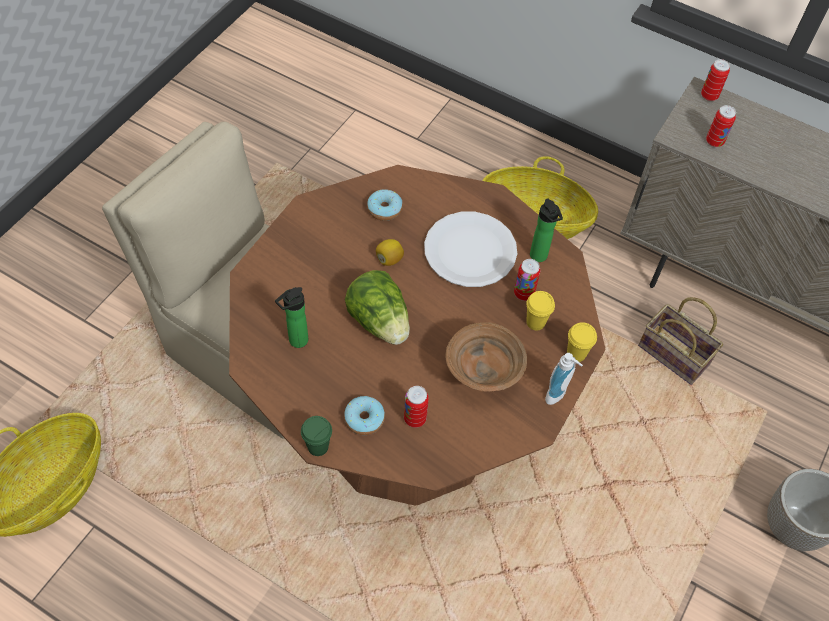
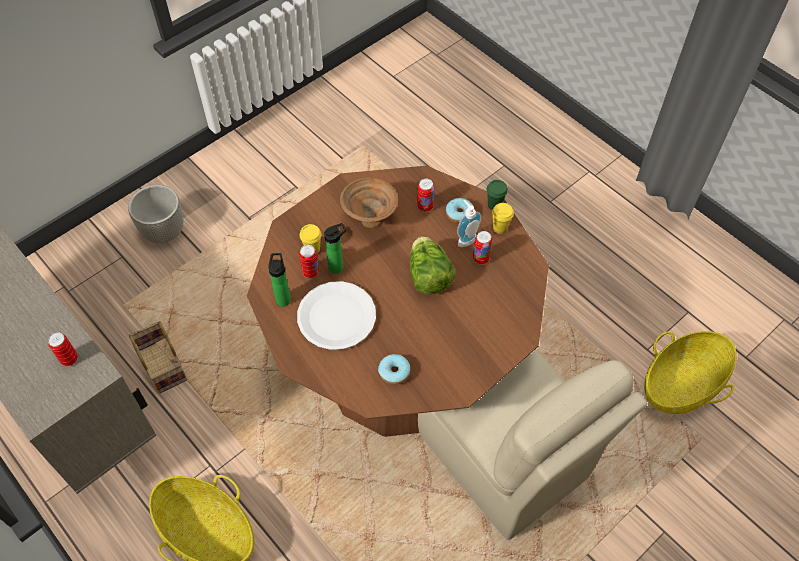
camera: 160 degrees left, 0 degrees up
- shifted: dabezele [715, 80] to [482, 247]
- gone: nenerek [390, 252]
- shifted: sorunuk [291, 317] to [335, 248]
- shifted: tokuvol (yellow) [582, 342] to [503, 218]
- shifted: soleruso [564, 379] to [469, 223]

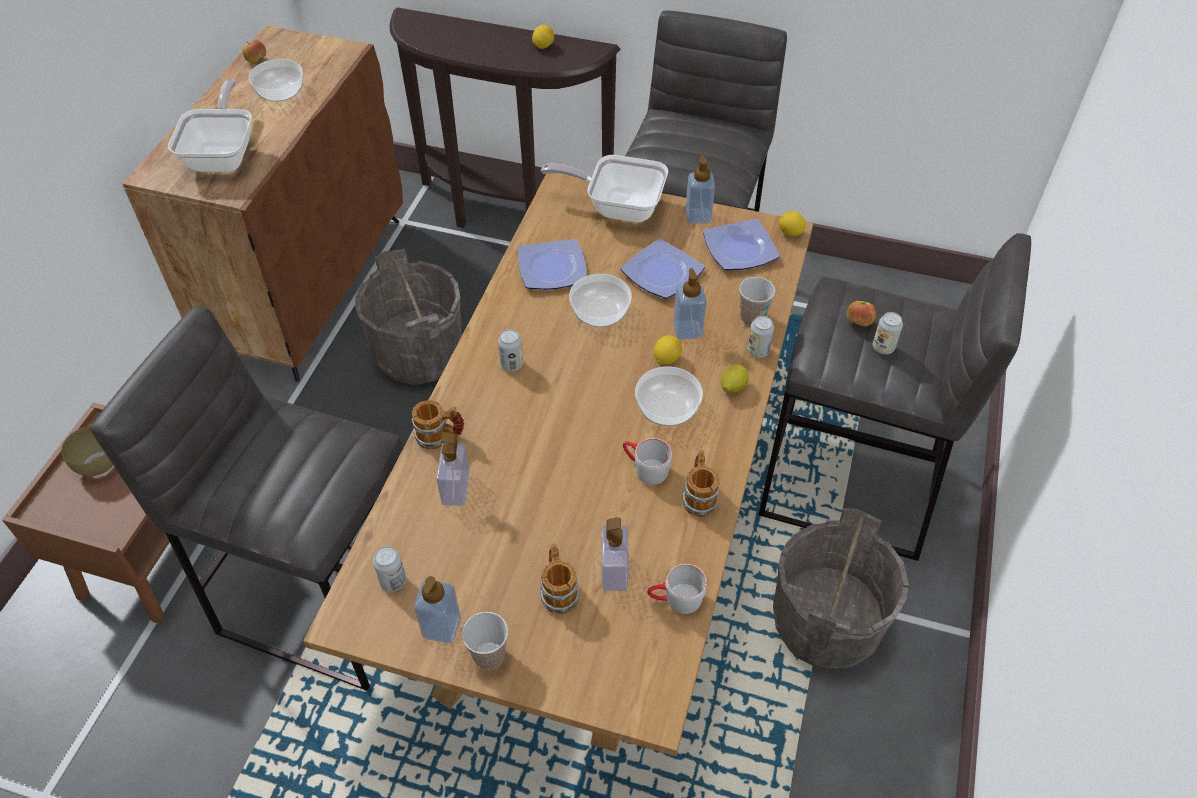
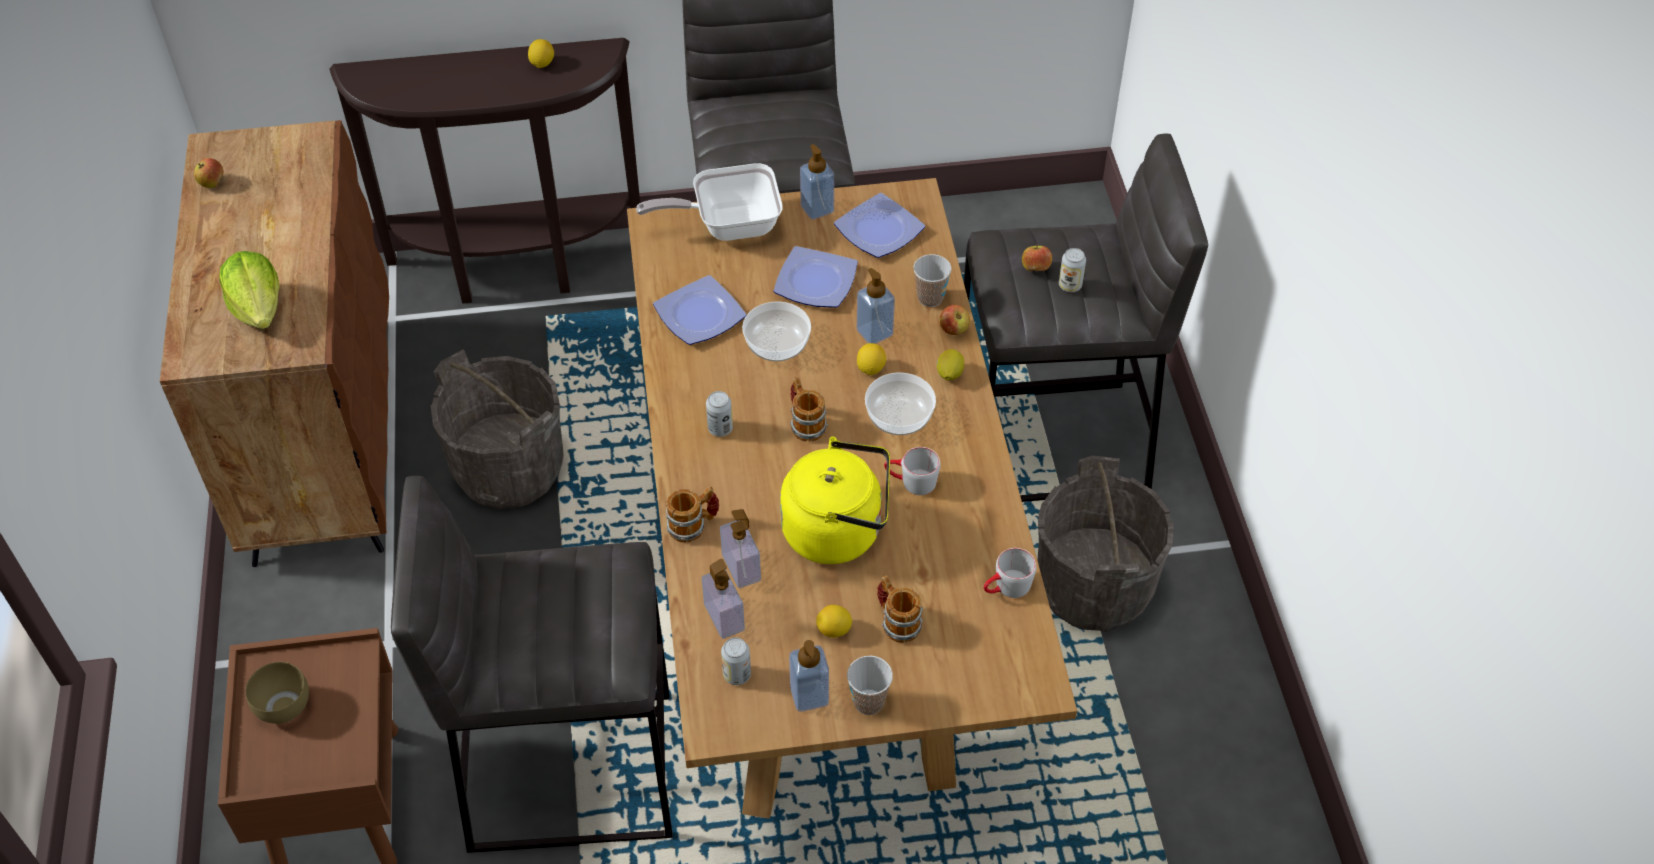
camera: 25 degrees left, 0 degrees up
- gone: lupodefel [276, 80]
- swapped: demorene [210, 125] to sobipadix [249, 290]
- shifted: nenerek [792, 223] to [834, 621]
- swapped: dabezele [760, 337] to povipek [954, 320]
- shifted: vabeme [701, 483] to [809, 409]
- shifted: soleruso [615, 554] to [723, 599]
- new: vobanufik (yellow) [835, 500]

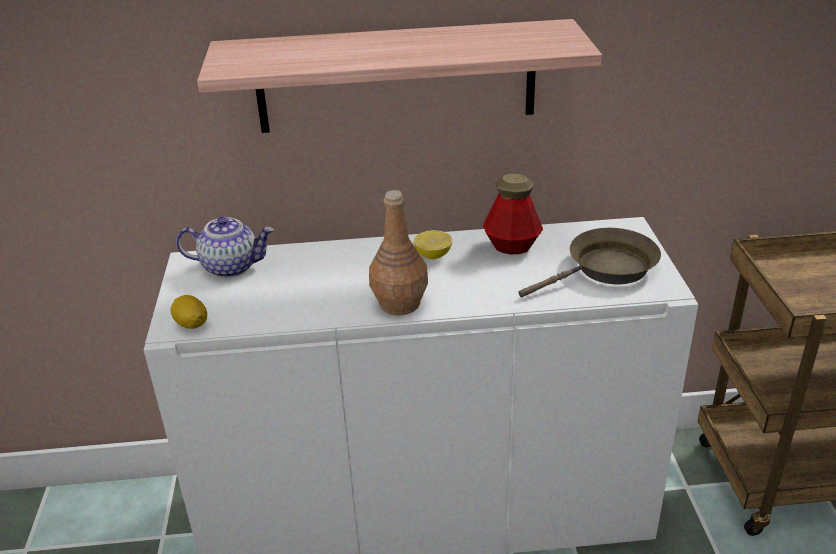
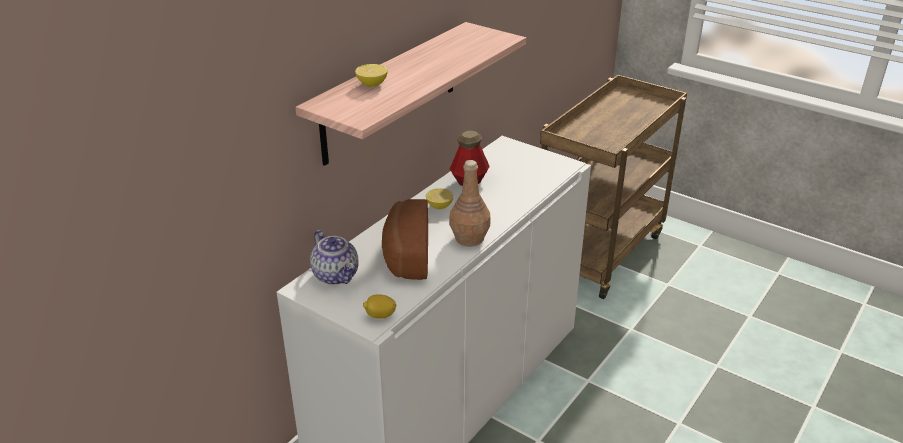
camera: 50 degrees left, 0 degrees up
- rotated: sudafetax [225, 247] = [334, 257] 105 degrees clockwise
- gone: demorene (brown) [590, 263]
- new: nenerek [371, 75]
- new: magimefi [405, 239]

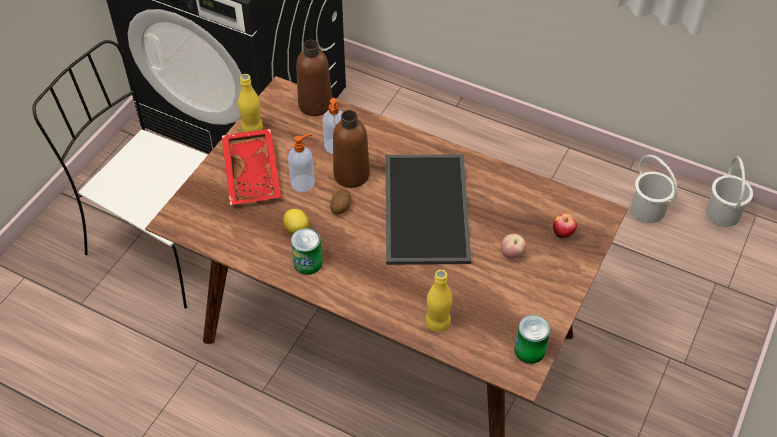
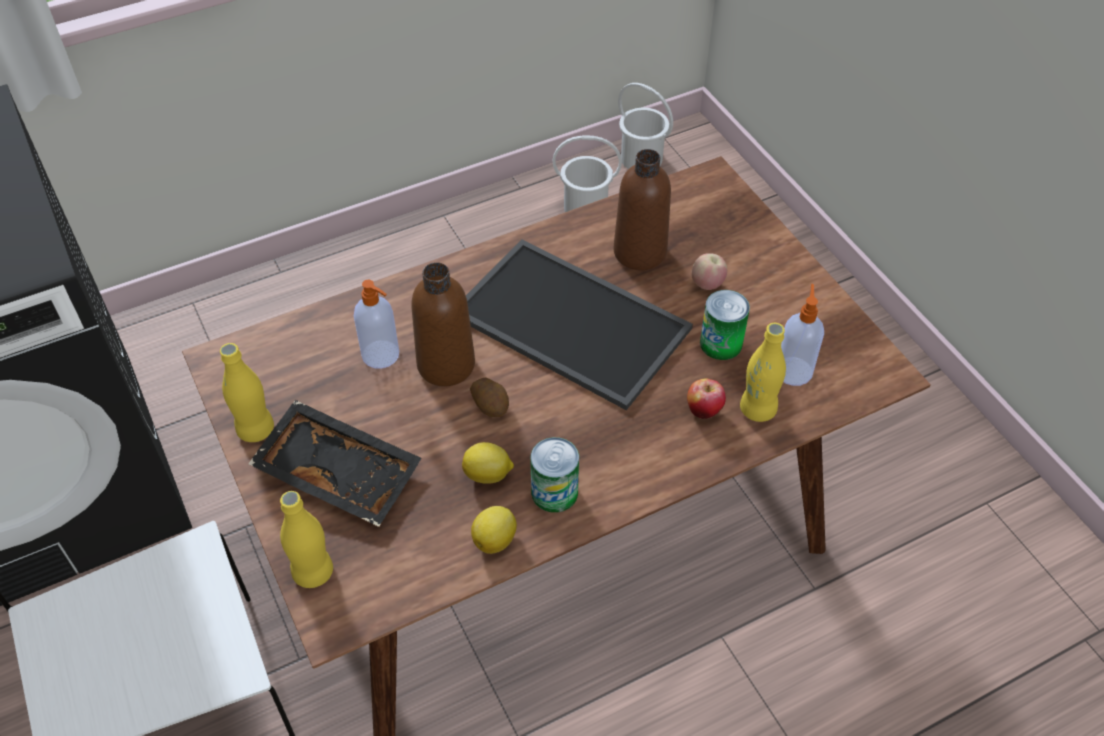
camera: 55 degrees left, 0 degrees up
- shifted: sorunuk (brown) [314, 78] to [642, 210]
- repainted: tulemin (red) [251, 167] to tulemin (black) [334, 463]
- shifted: soleruso [301, 163] to [802, 335]
- shifted: povipek [565, 225] to [706, 399]
- shifted: dabezele [532, 339] to [725, 325]
- new: sorunuk (yellow) [306, 539]
- new: nenerek [494, 530]

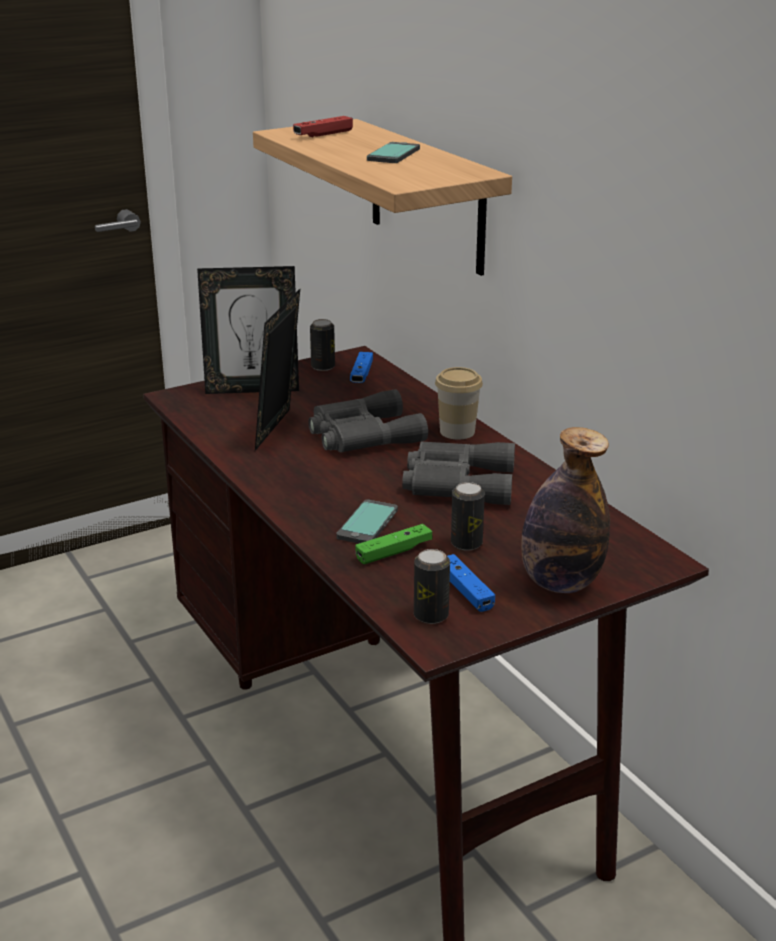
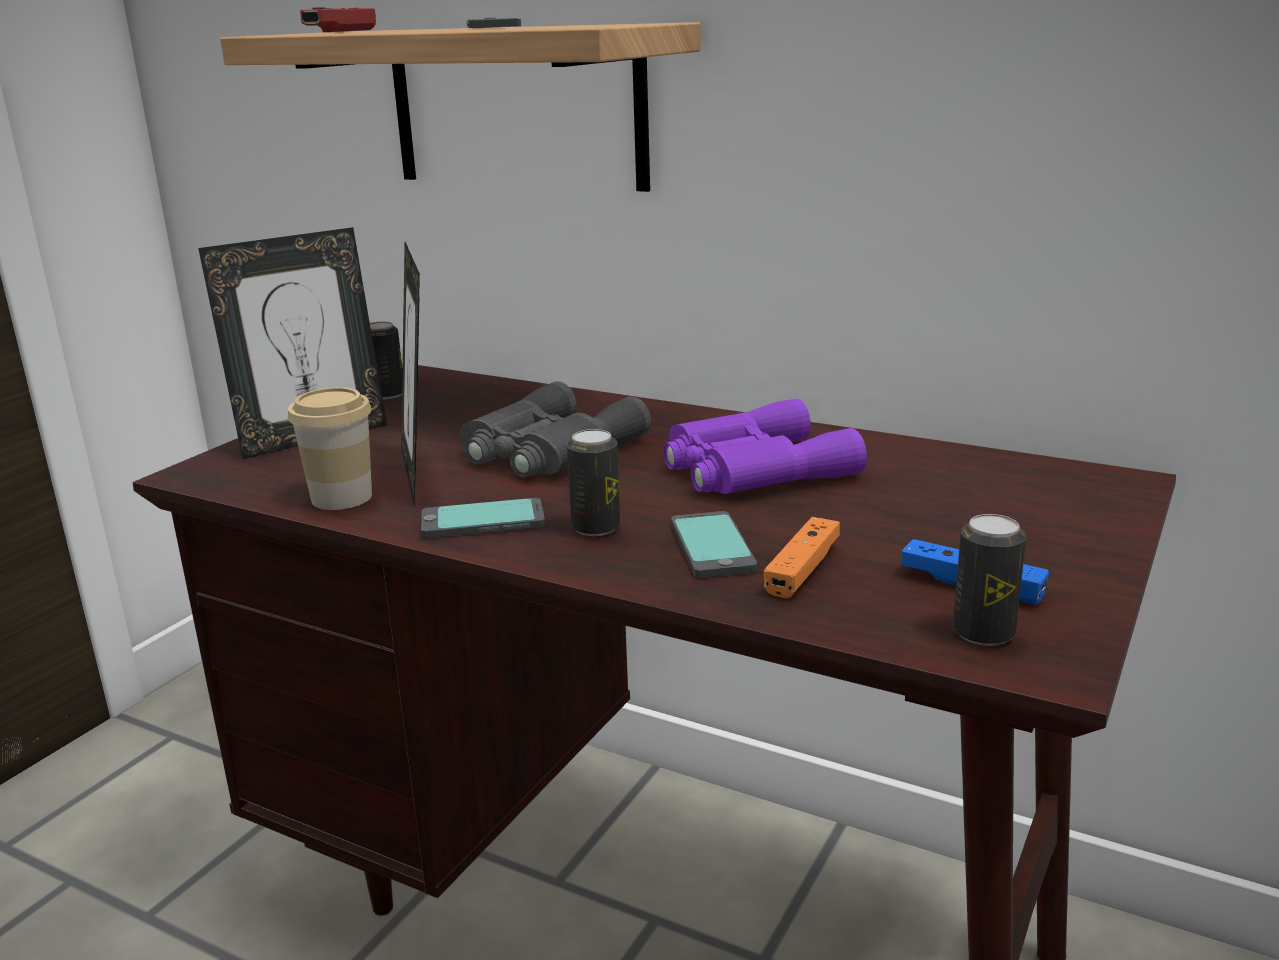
camera: 30 degrees left, 5 degrees down
- gone: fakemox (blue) [361, 367]
- shifted: tokuvol [459, 403] to [330, 448]
- gone: sorunuk [566, 510]
- repainted: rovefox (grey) [458, 473] to rovefox (purple) [765, 446]
- shifted: dabezele [468, 516] to [593, 482]
- repainted: fakemox (green) [393, 544] to fakemox (orange) [802, 557]
- new: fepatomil [483, 518]

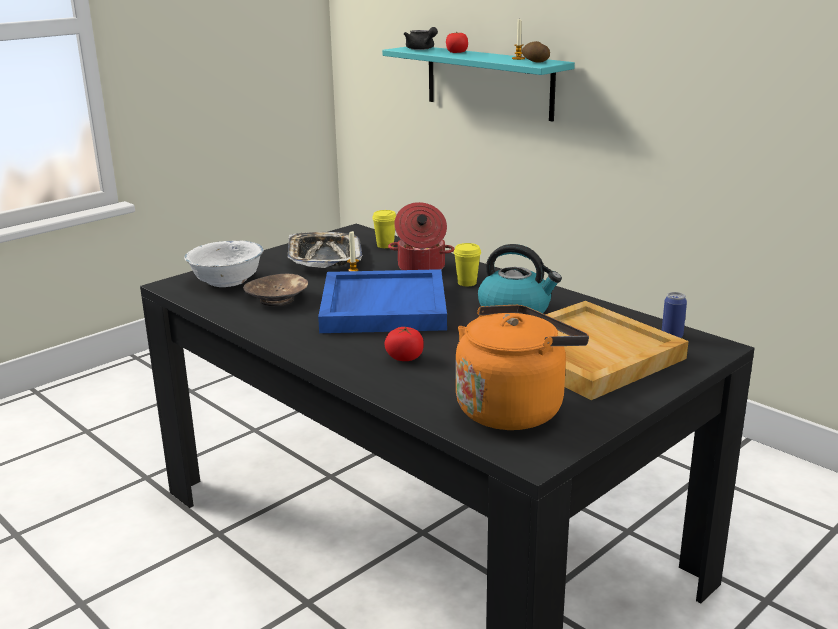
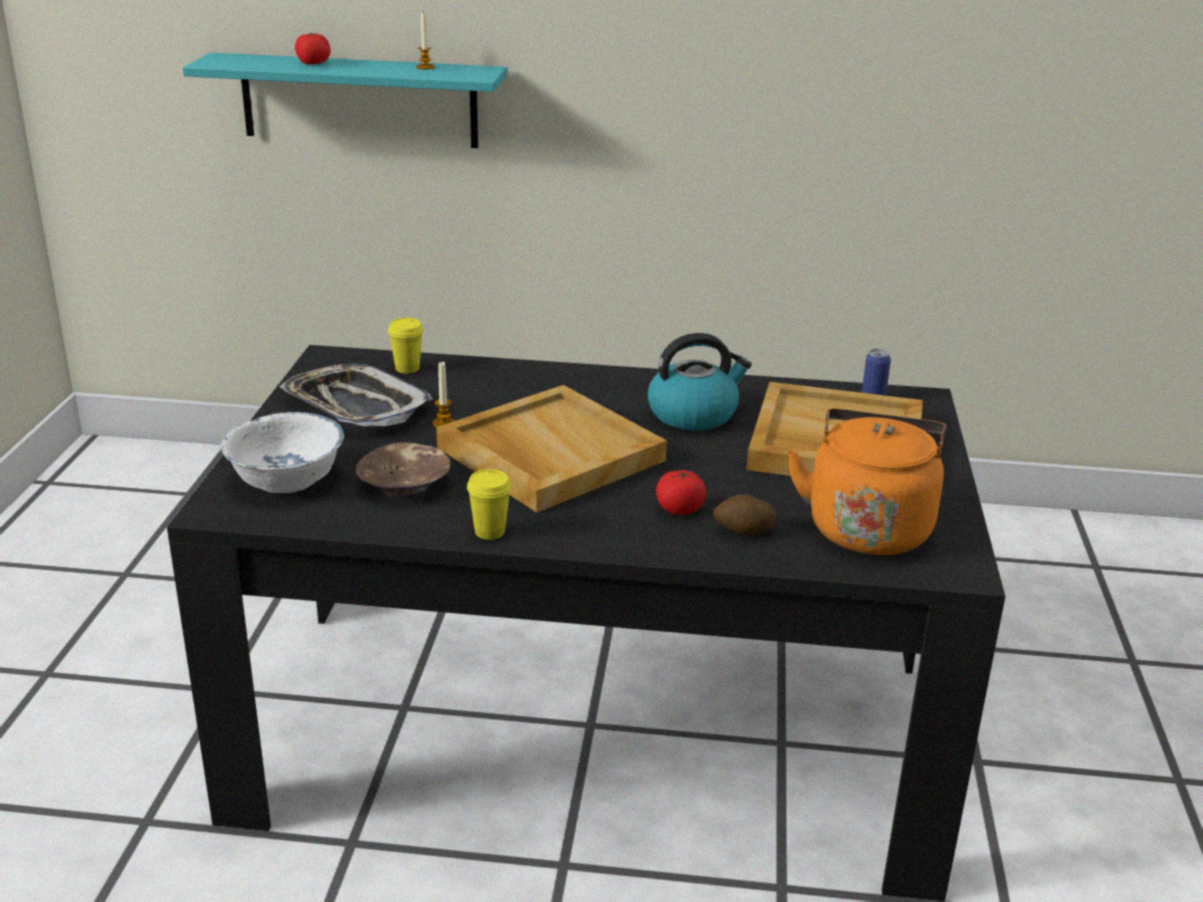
camera: 40 degrees left, 5 degrees up
- gone: sudafetax (black) [421, 38]
- shifted: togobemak [536, 52] to [744, 514]
- gone: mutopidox [421, 236]
- shifted: tokuvol (yellow) [467, 264] to [489, 504]
- repainted: tulemin (blue) [382, 301] to tulemin (beige) [551, 449]

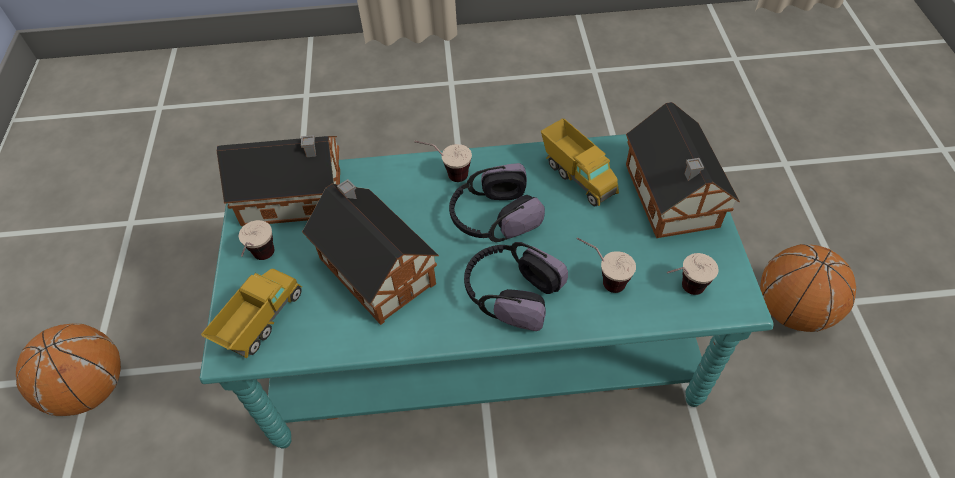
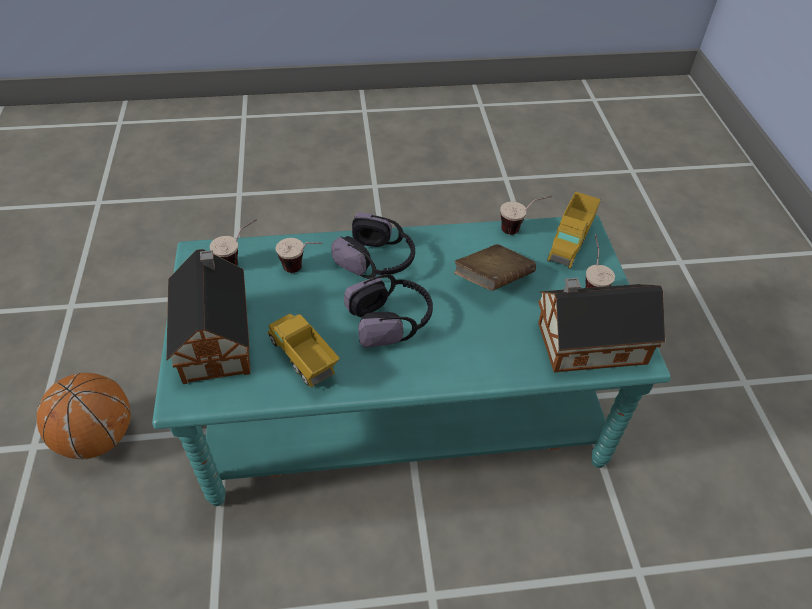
camera: 175 degrees right, 5 degrees down
- shifted: tokuvol [443, 161] to [526, 215]
- swapped: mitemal [370, 252] to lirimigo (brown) [495, 267]
- gone: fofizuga [68, 369]

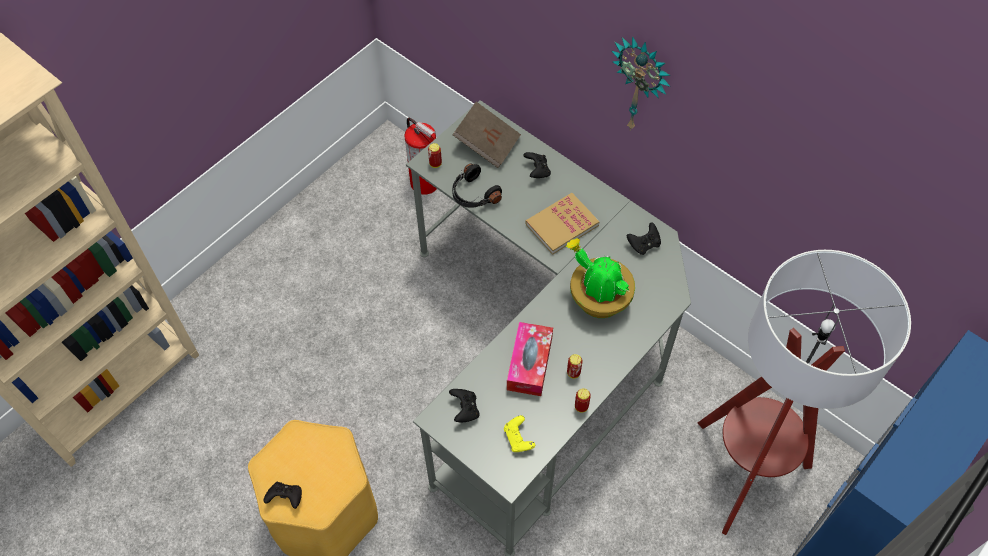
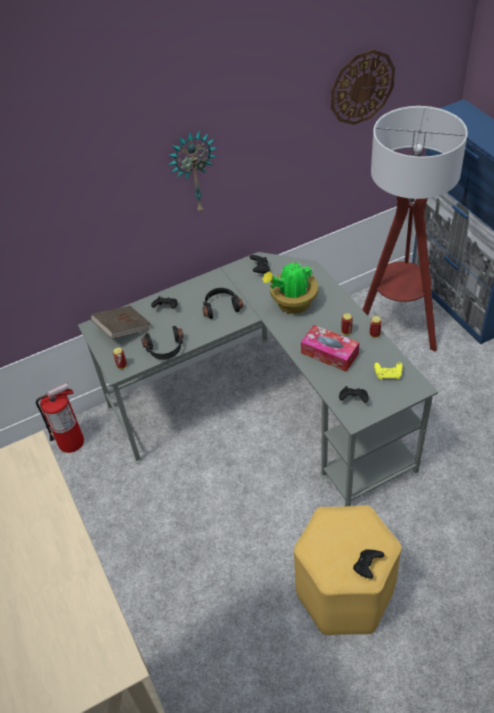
camera: 65 degrees left, 10 degrees down
- swapped: lirimigo [562, 224] to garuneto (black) [222, 303]
- new: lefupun [363, 87]

